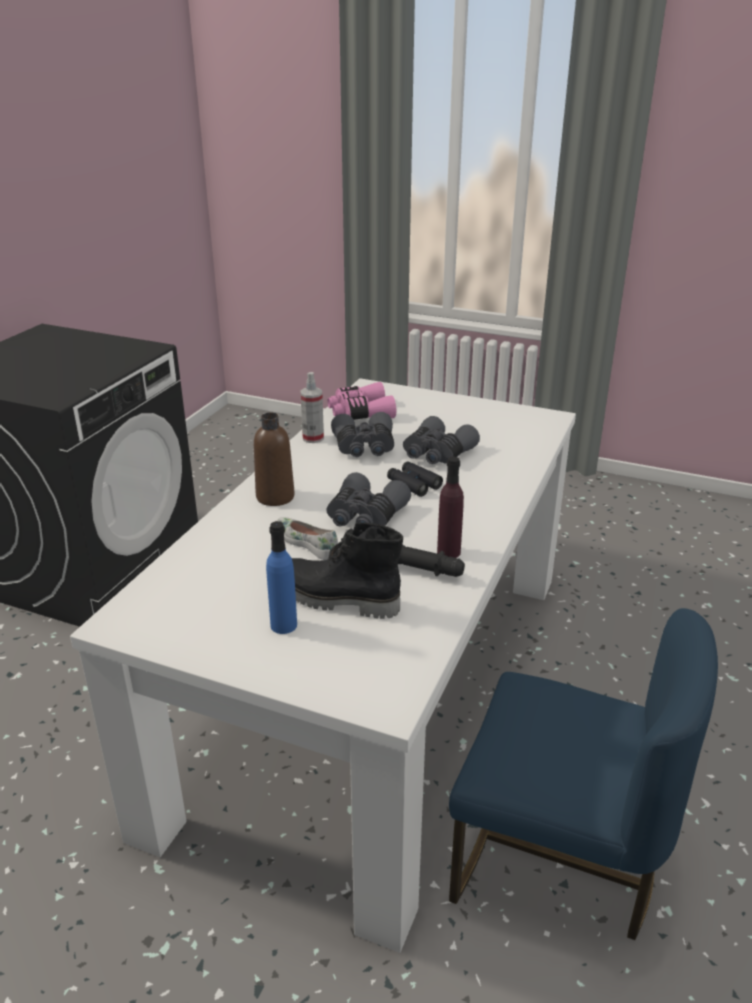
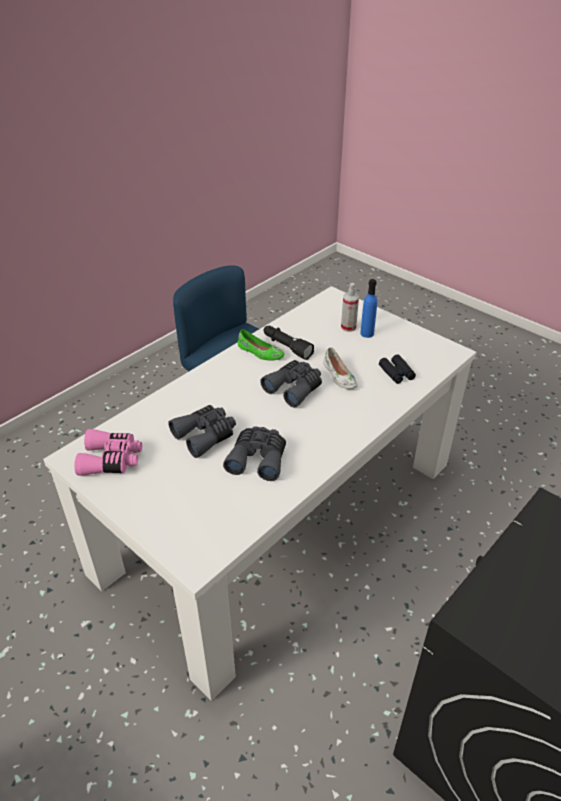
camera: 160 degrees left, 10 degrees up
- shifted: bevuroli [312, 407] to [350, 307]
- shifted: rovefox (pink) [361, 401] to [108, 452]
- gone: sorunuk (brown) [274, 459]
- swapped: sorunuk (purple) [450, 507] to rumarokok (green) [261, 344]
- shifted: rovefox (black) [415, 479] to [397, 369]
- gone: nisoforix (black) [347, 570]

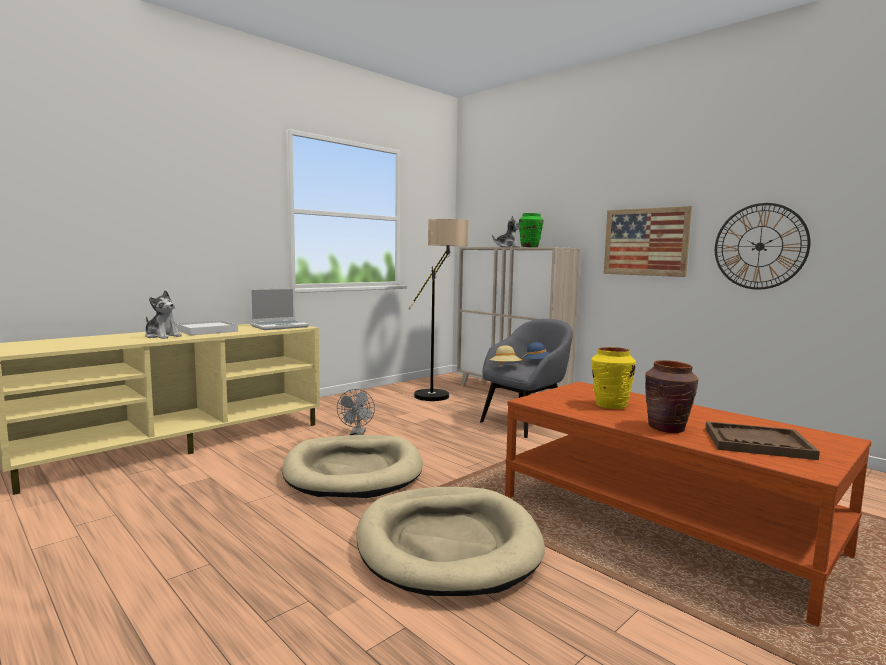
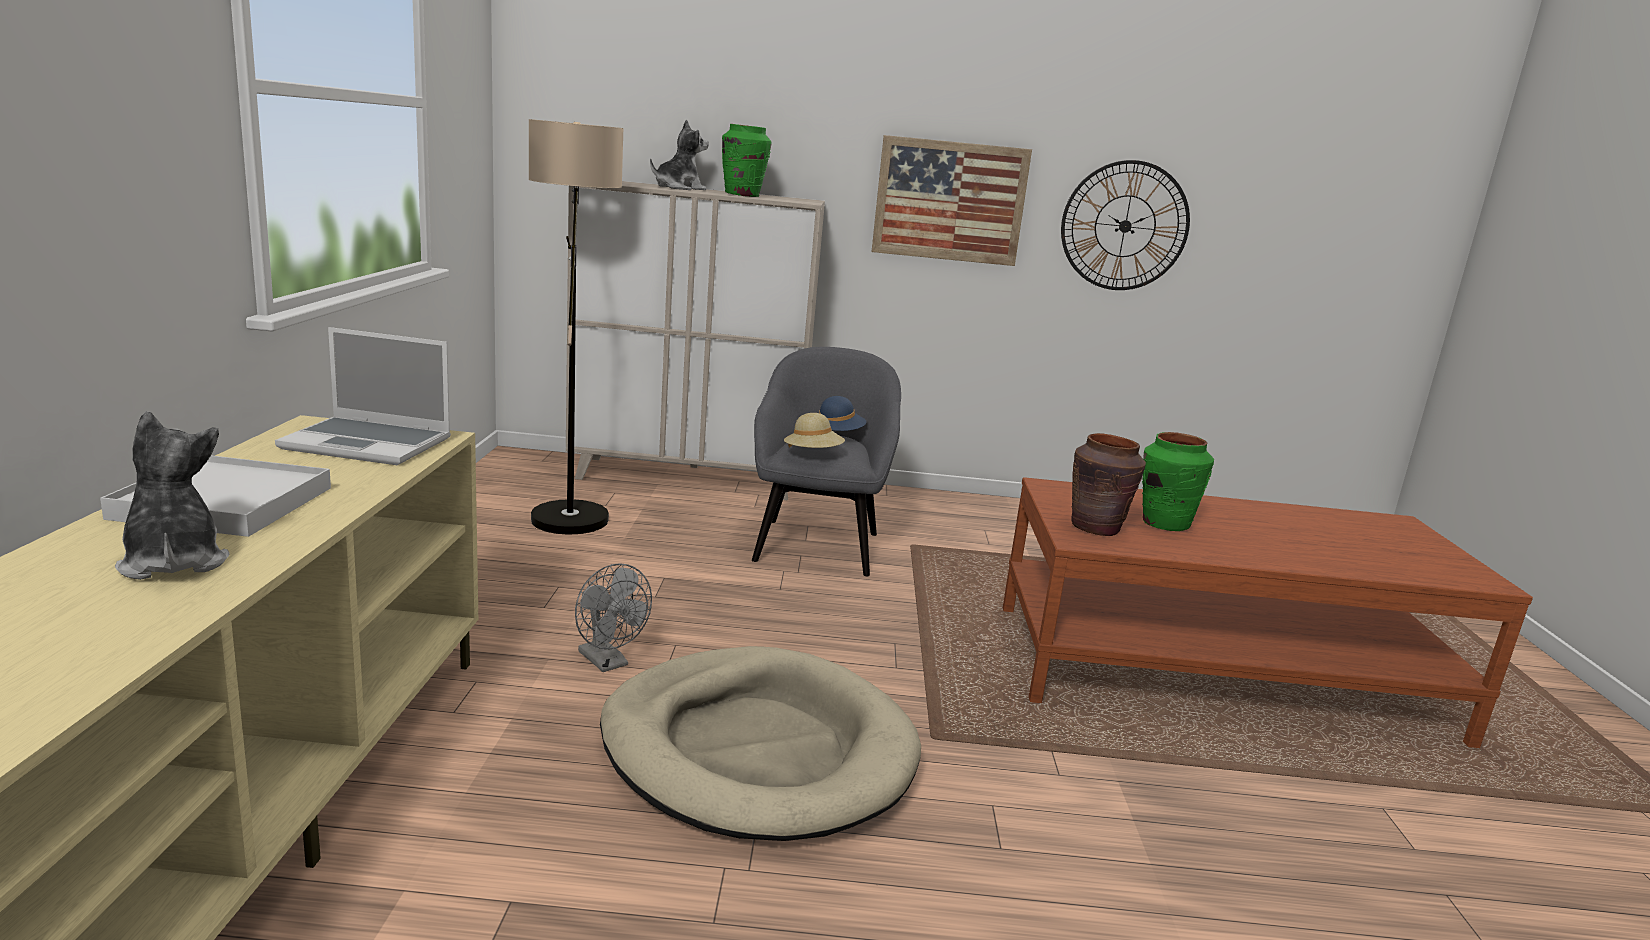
camera: 45 degrees left, 10 degrees up
- rotated: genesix [279, 308] = [363, 396] 90 degrees clockwise
- rotated: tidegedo [163, 314] = [172, 495] 105 degrees counterclockwise
- repainted: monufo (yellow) [613, 378] to monufo (green) [1178, 481]
- shifted: monufo (brown) [672, 396] to [1108, 484]
- gone: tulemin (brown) [762, 440]
- gone: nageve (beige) [450, 541]

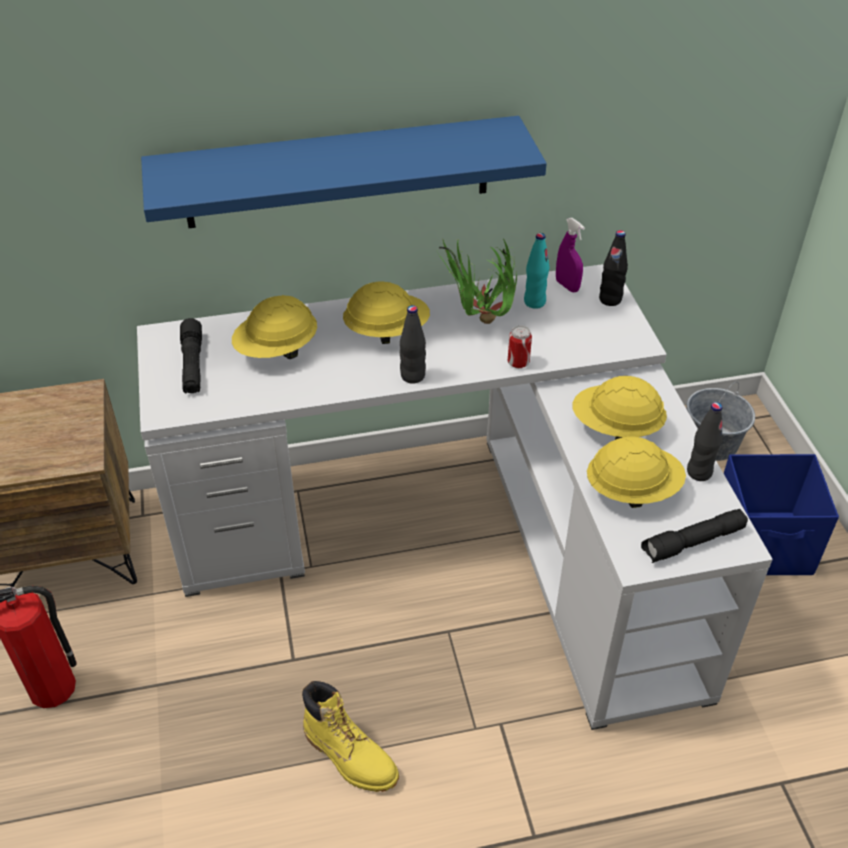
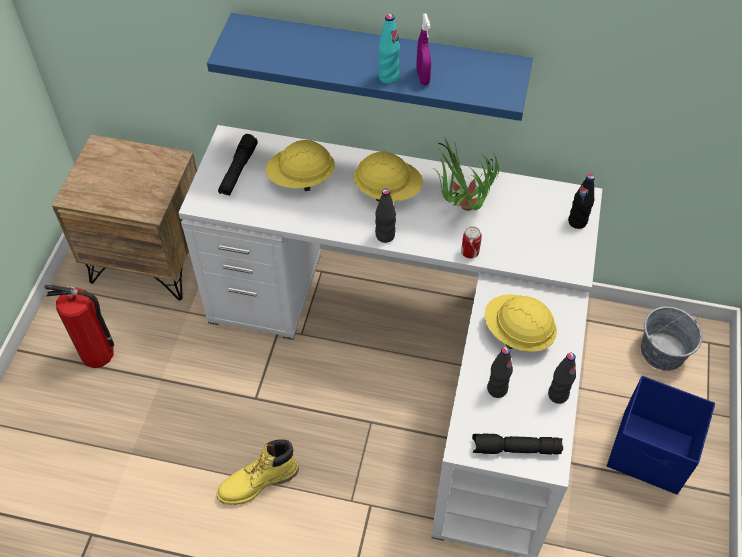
camera: 25 degrees right, 10 degrees up
- shifted: bevuroli (purple) [570, 255] to [423, 49]
- shifted: sorunuk (turquoise) [536, 271] to [389, 49]
- swapped: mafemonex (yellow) [636, 472] to sorunuk (black) [500, 372]
- rotated: nisoforix (yellow) [350, 736] = [258, 472] 90 degrees clockwise

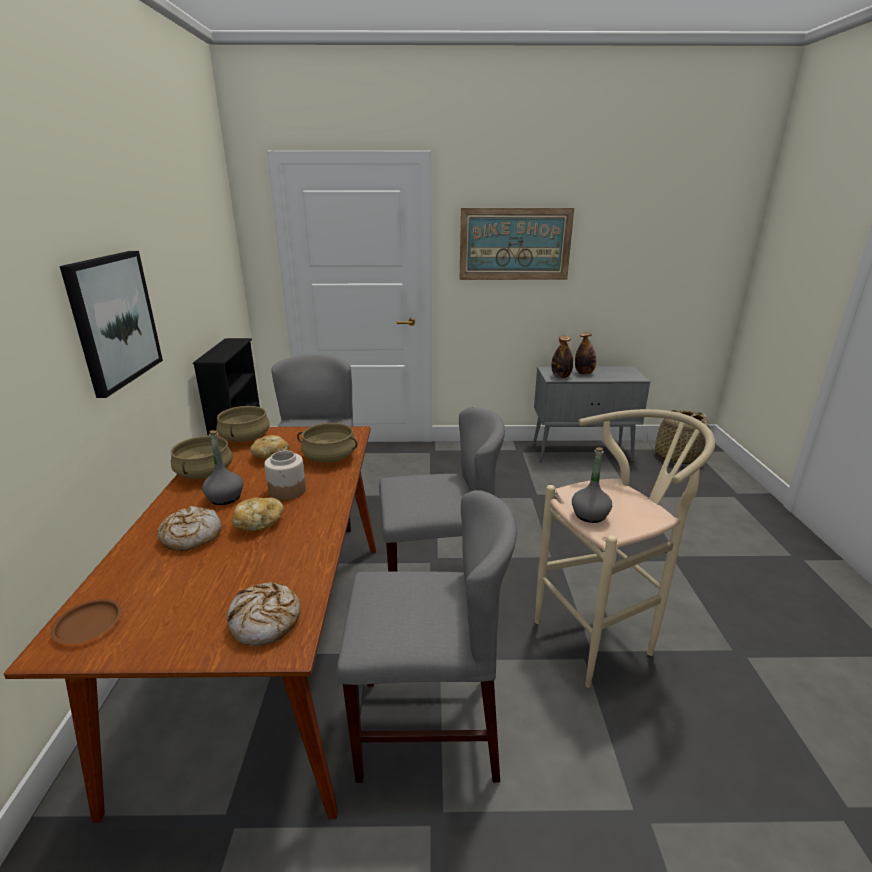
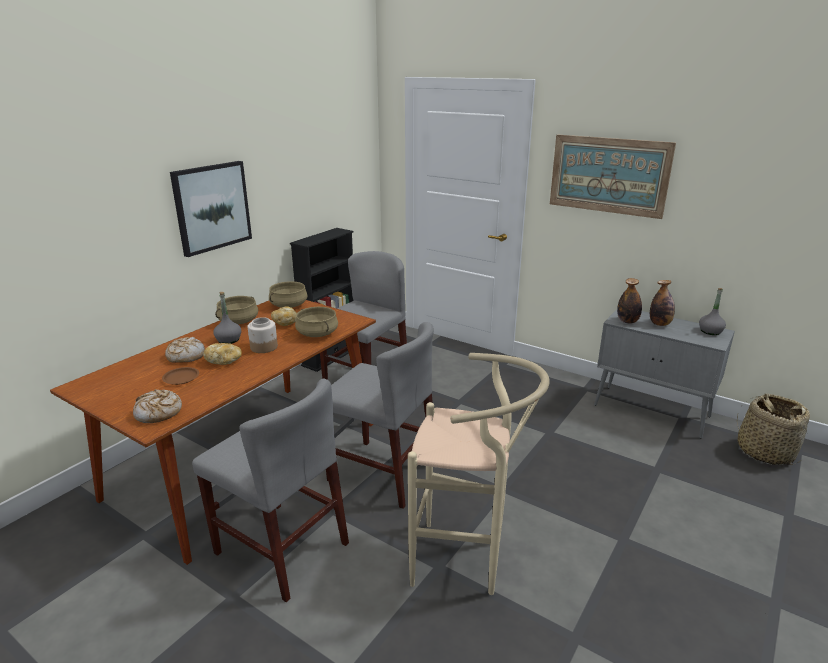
camera: 35 degrees right, 0 degrees up
- shifted: sorunuk (grey) [592, 485] to [712, 311]
- shifted: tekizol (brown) [86, 621] to [180, 376]

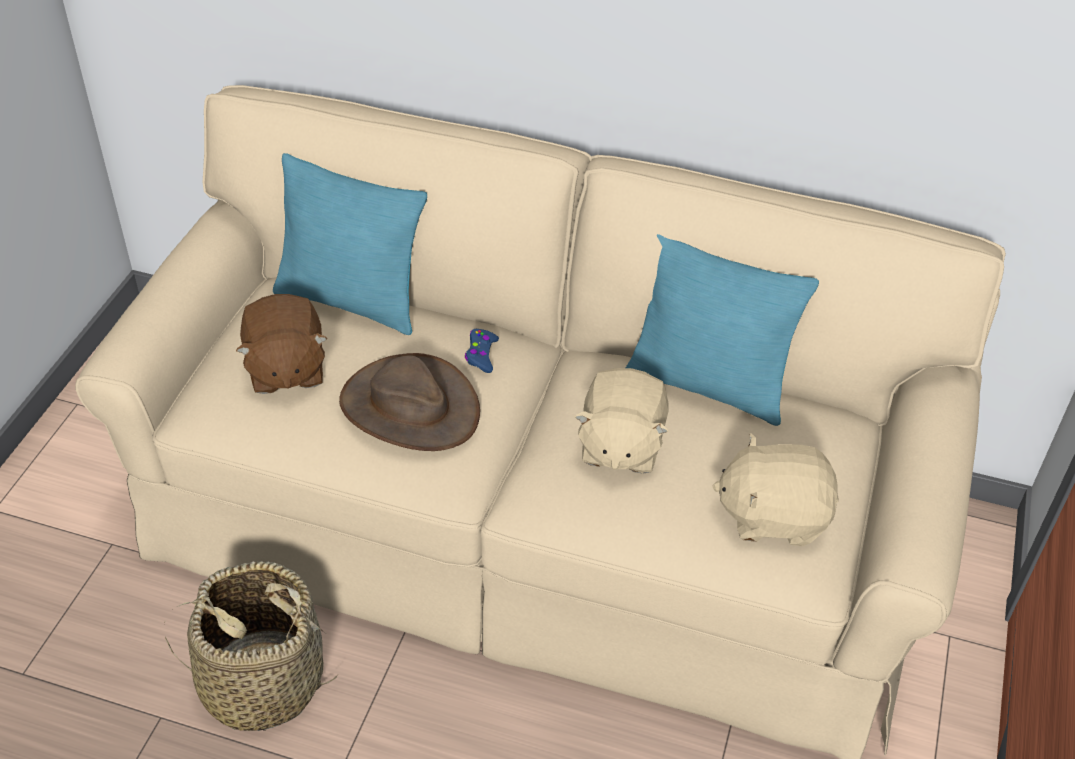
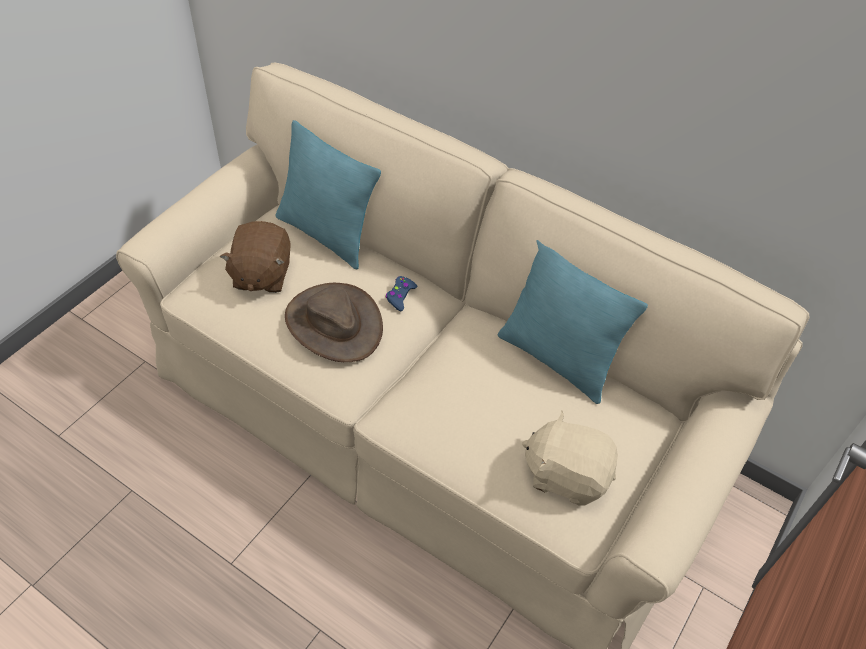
camera: 15 degrees right, 5 degrees up
- gone: tidegedo (beige) [621, 421]
- gone: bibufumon [251, 646]

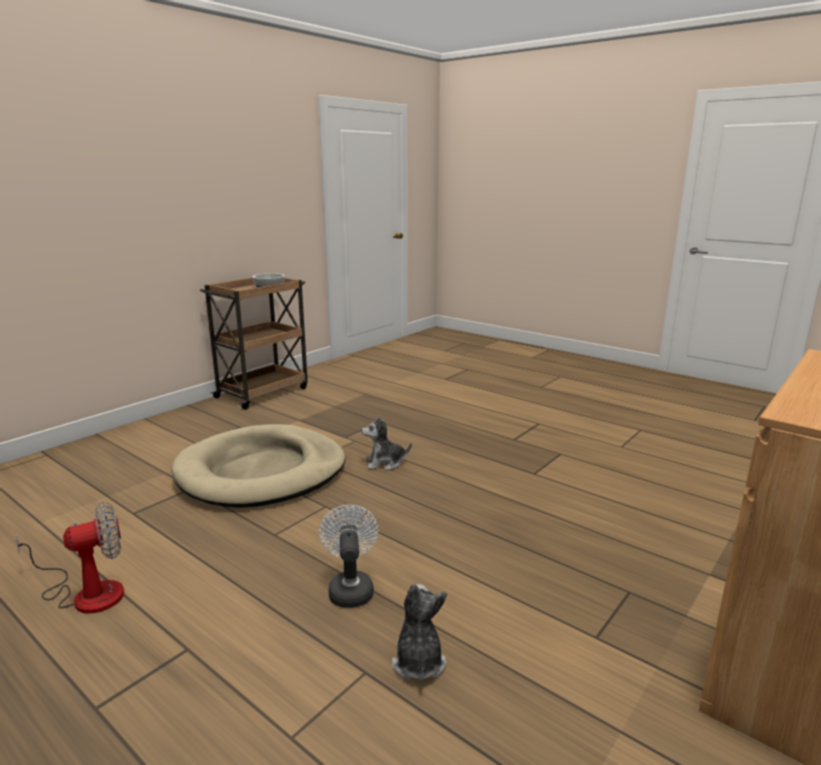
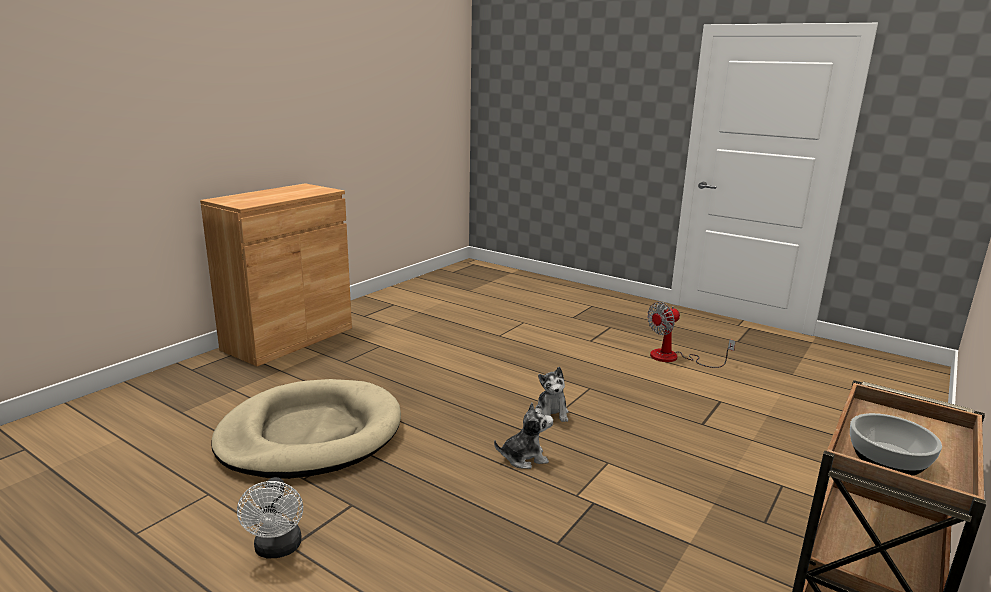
camera: 175 degrees right, 0 degrees up
- shifted: nageve (beige) [258, 466] to [306, 429]
- shifted: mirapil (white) [348, 556] to [270, 517]
- shifted: tidegedo [419, 632] to [551, 394]

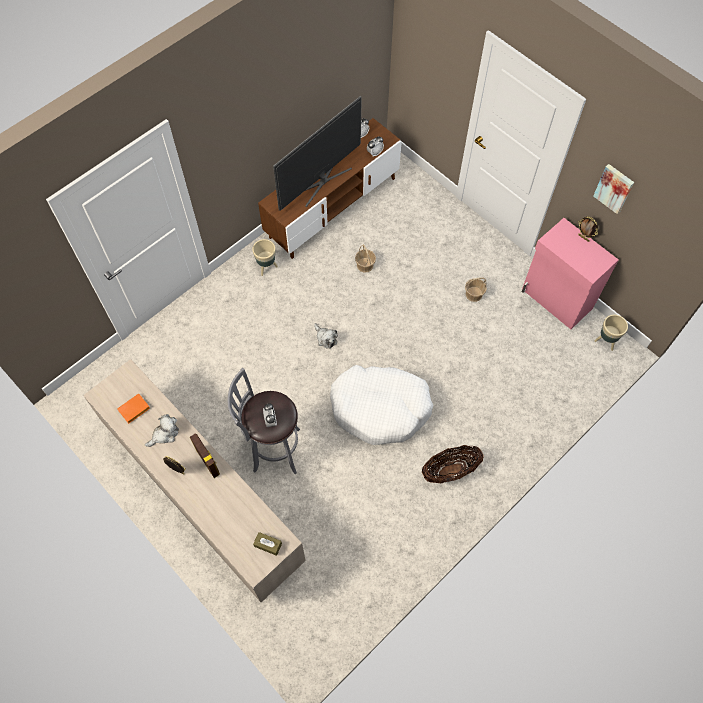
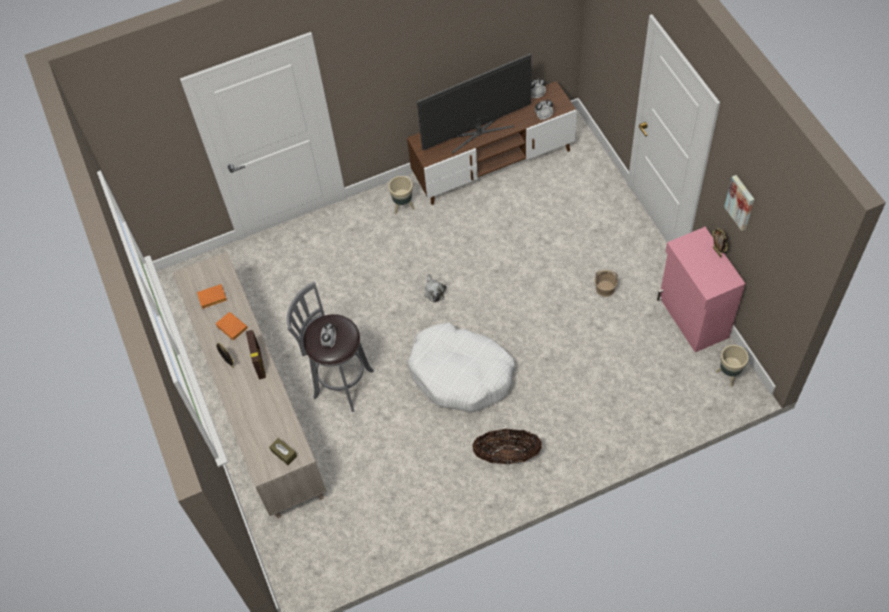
camera: 25 degrees right, 5 degrees down
- gone: bibufumon [365, 258]
- swapped: tidegedo [162, 430] to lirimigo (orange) [231, 326]

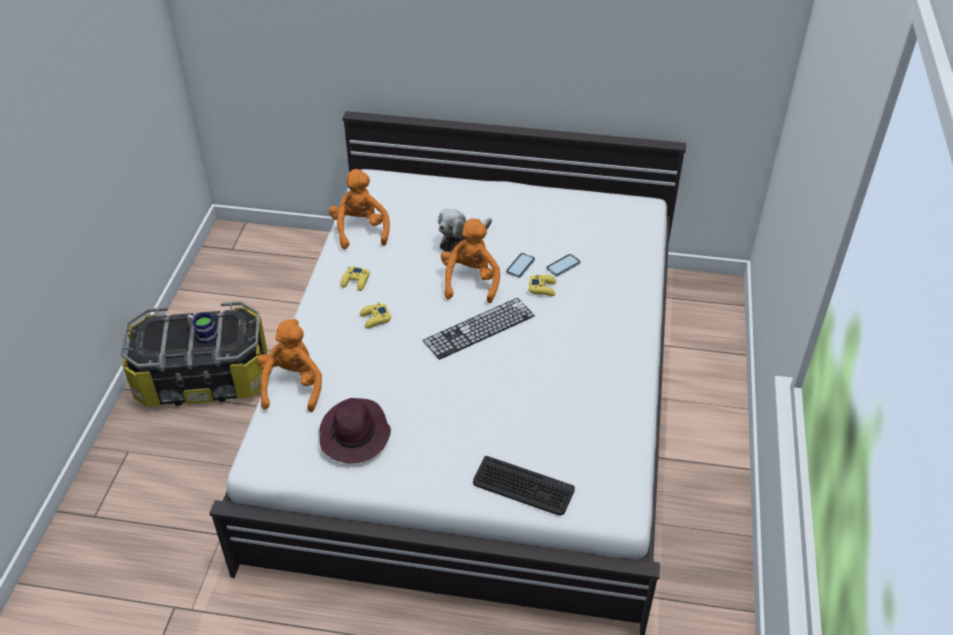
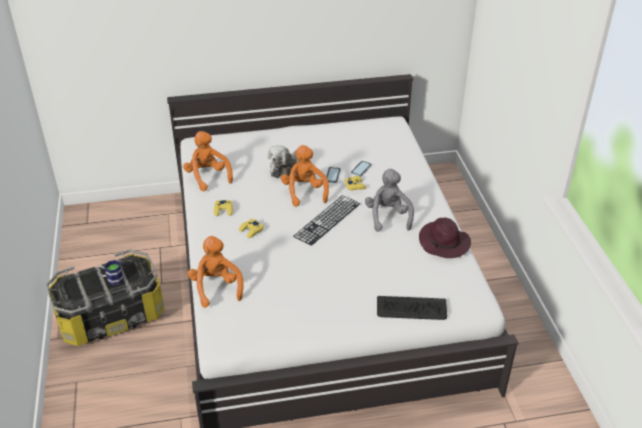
camera: 20 degrees left, 5 degrees down
- shifted: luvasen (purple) [355, 431] to [445, 238]
- new: tidegedo (grey) [389, 200]

